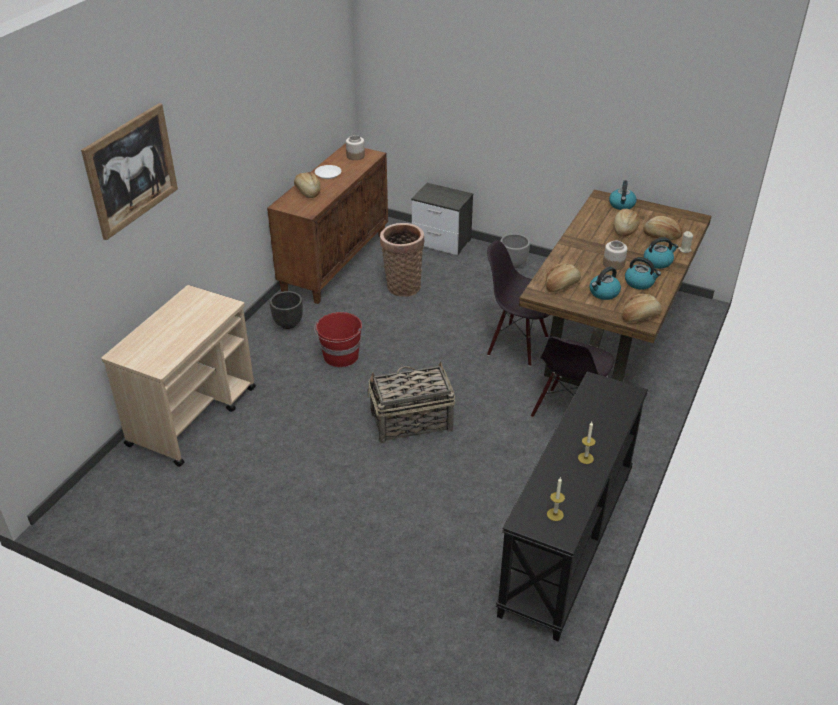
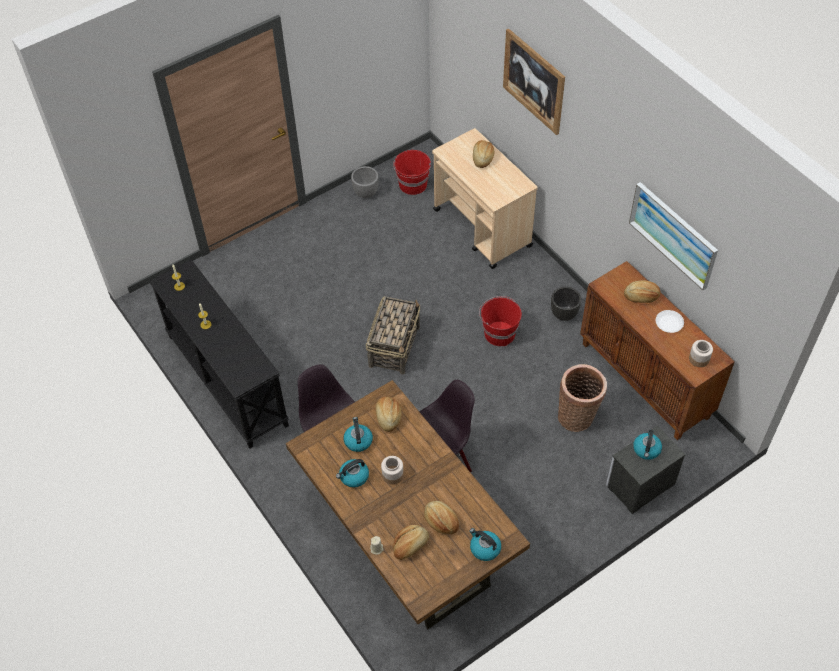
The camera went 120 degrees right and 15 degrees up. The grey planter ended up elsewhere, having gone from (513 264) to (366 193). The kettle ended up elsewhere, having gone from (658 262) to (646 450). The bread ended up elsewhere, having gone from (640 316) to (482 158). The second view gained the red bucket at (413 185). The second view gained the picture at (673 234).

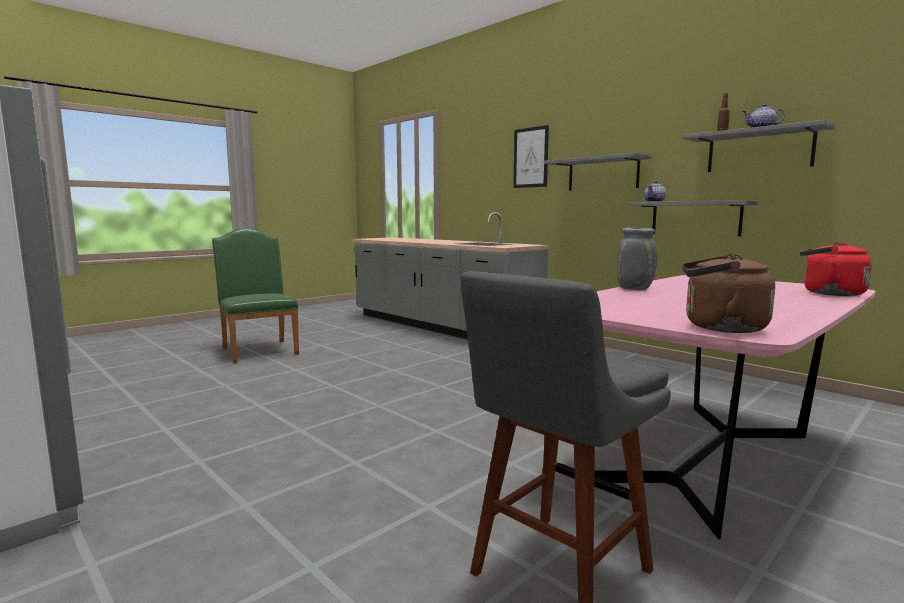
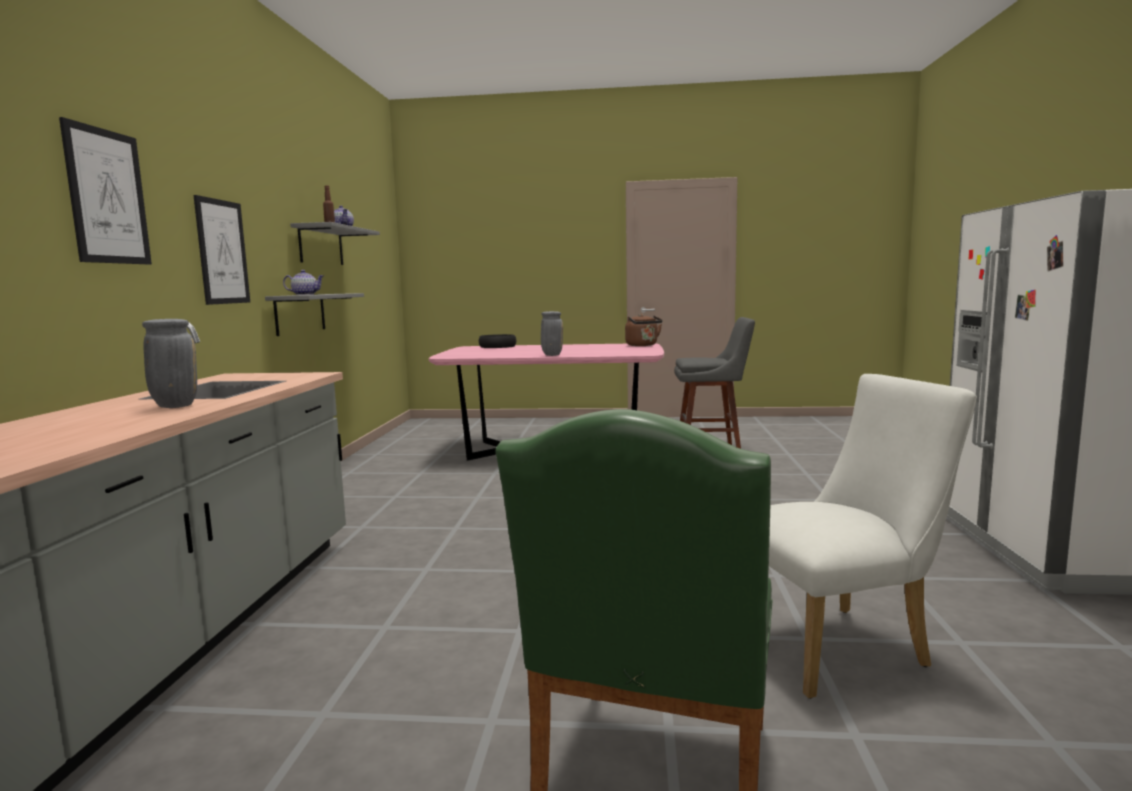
The camera went 130 degrees left and 0 degrees up. Where the grey shelf hung at (603 174), the picture came to hang at (222 252). Where the red kettle stood at (829 293), the black bowl came to stand at (497 346). The second view gained the grey vase at (174 406). The second view gained the white chair at (839 646).

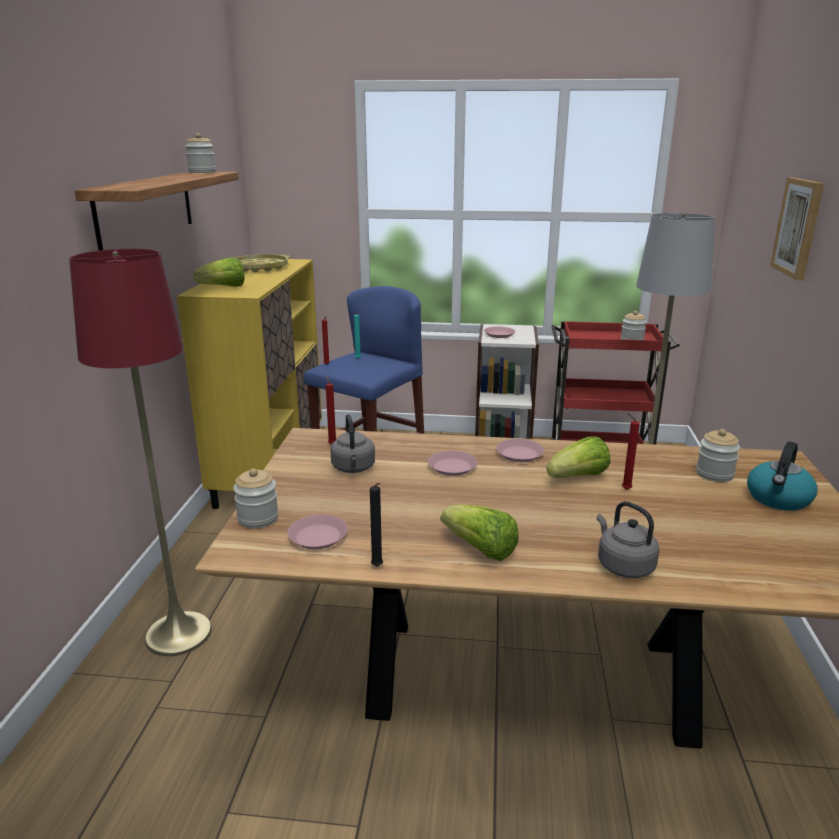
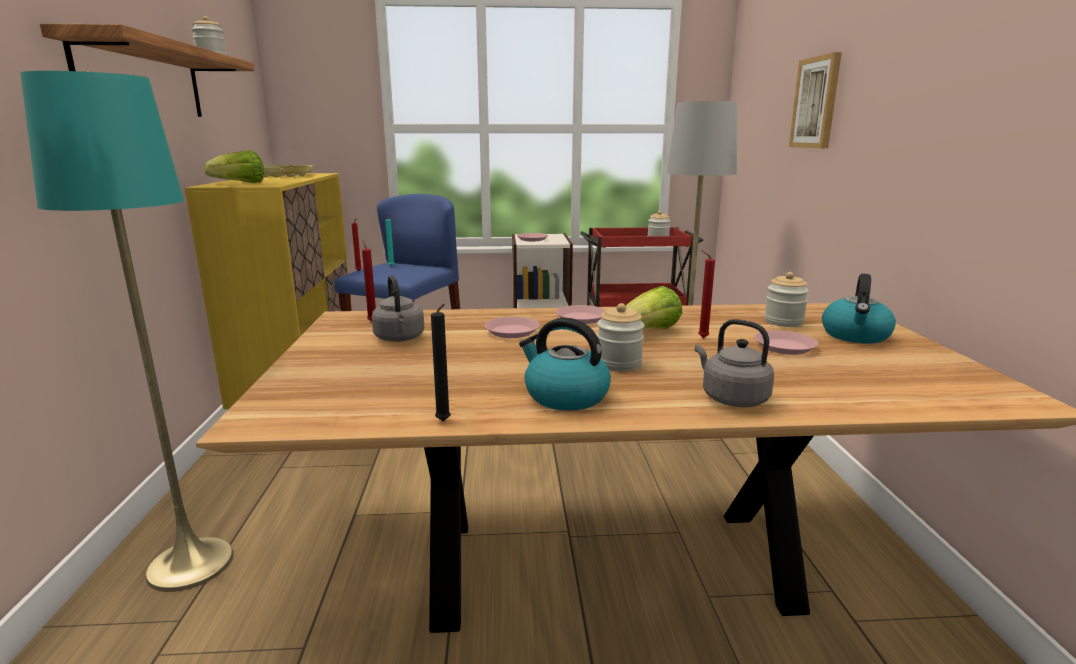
The camera went 10 degrees left and 5 degrees down. What was the red floor lamp at (178 633) turned into the turquoise floor lamp at (190 564). The jar ended up elsewhere, having gone from (258 518) to (618 364). Where the lettuce stood at (480 549), the kettle came to stand at (565 396). The pink plate ended up elsewhere, having gone from (317 537) to (784 347).

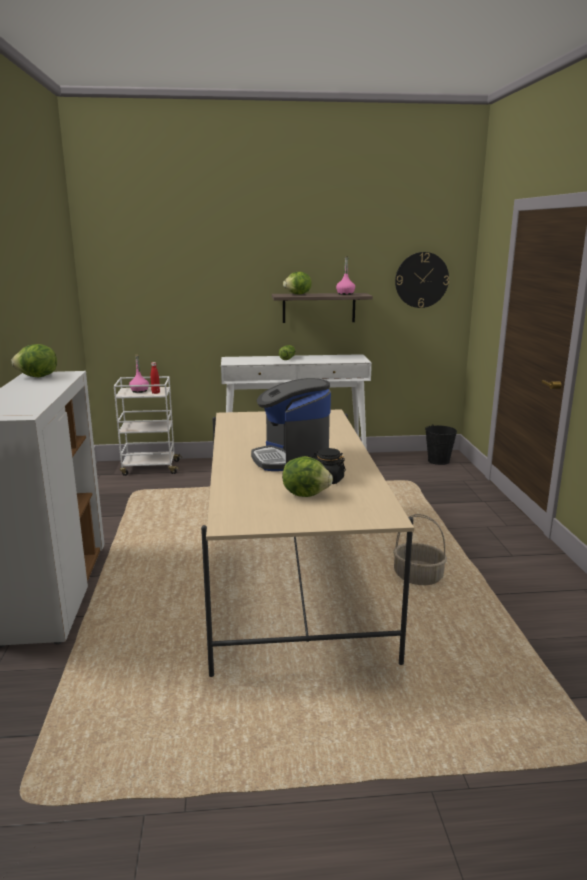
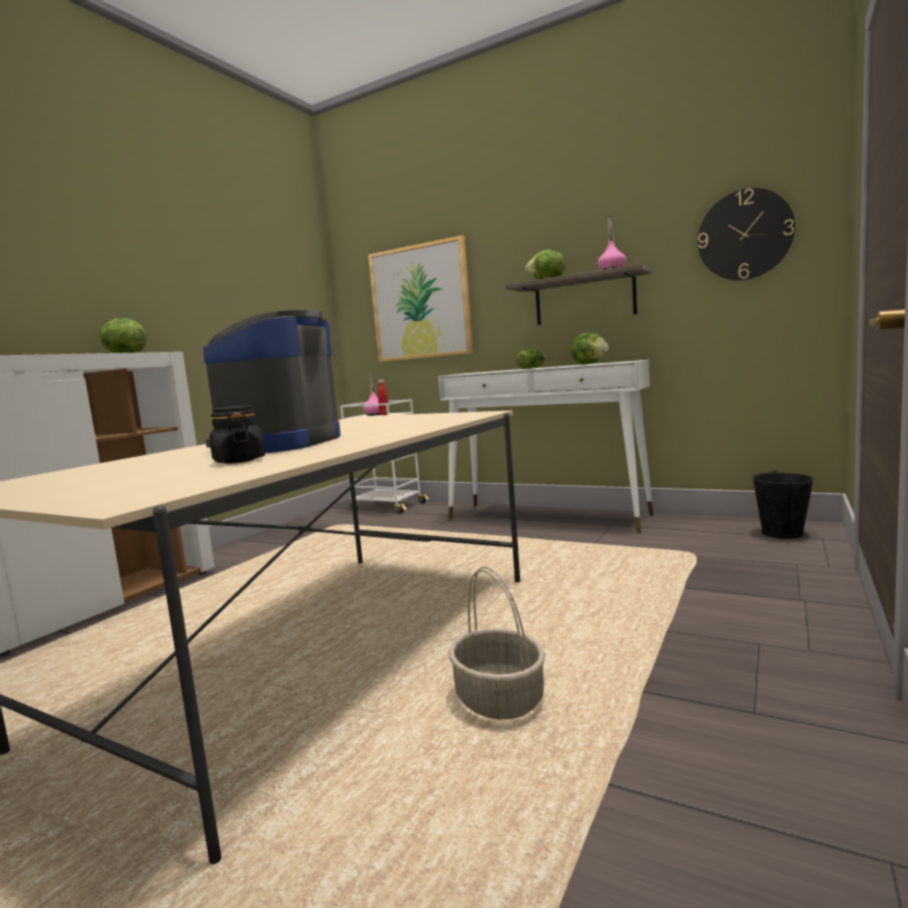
The camera went 35 degrees right and 10 degrees down. The lettuce ended up elsewhere, having gone from (306 494) to (590 364). The second view gained the picture at (420 302).

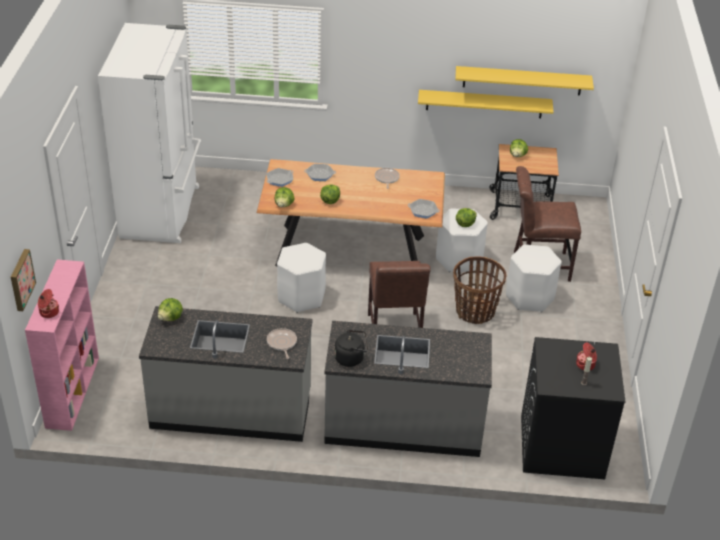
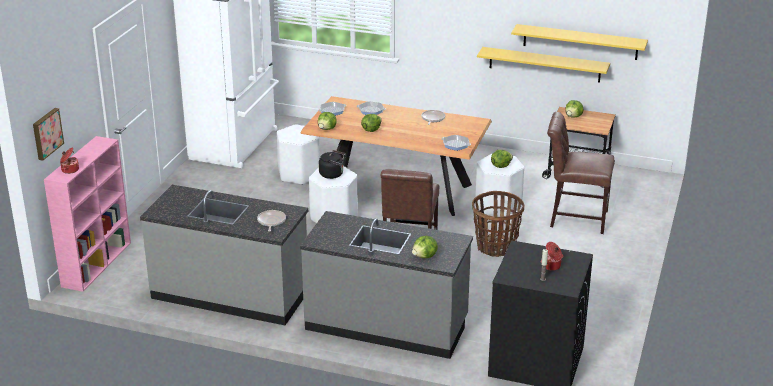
The camera went 15 degrees right and 10 degrees down. The white stool ended up elsewhere, having gone from (529 297) to (299 174). The lettuce ended up elsewhere, having gone from (171 318) to (425 256). The black kettle ended up elsewhere, having gone from (351 358) to (333 174).

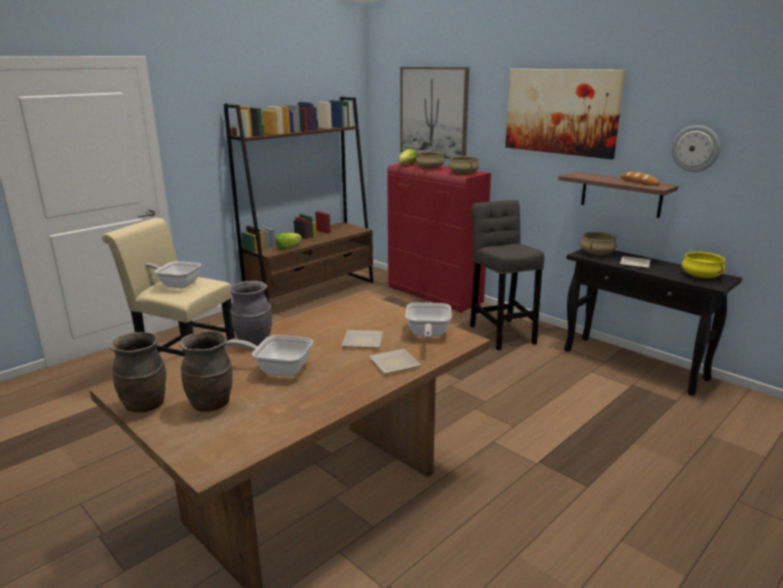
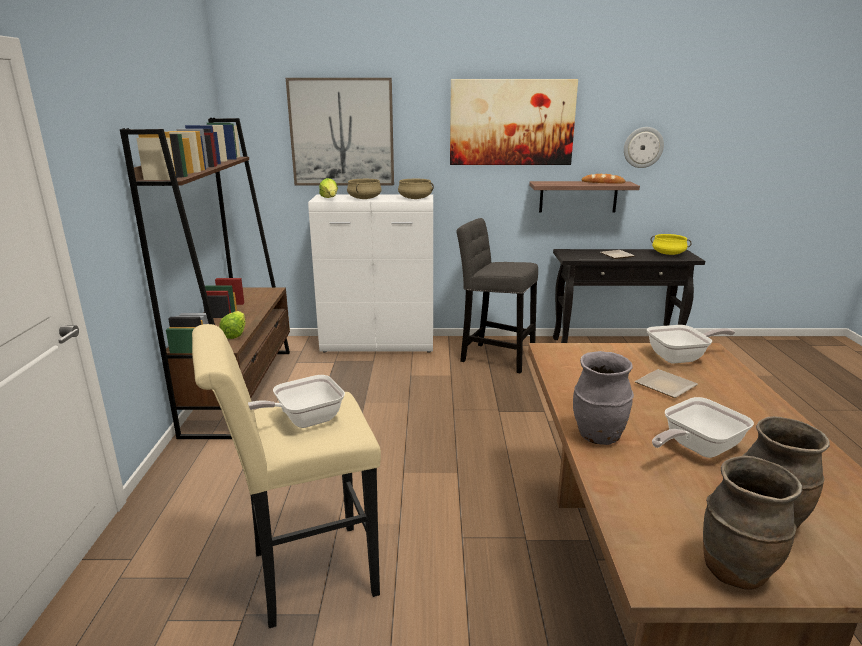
The camera went 45 degrees left and 0 degrees up. What was the red cabinet at (435 296) turned into the white cabinet at (379 345). The second view lost the beige cooking pot at (597 253). The frying pan at (427 335) ended up facing another way, 60 degrees counterclockwise from before. The second view lost the plate at (395 363).

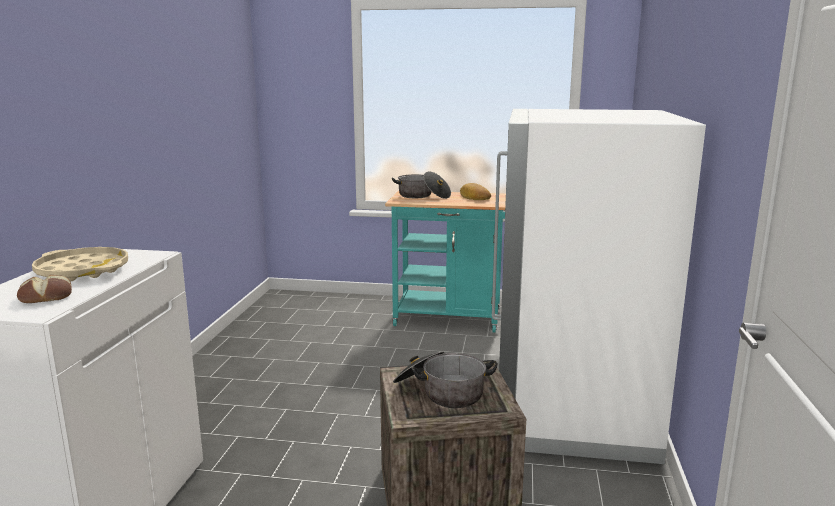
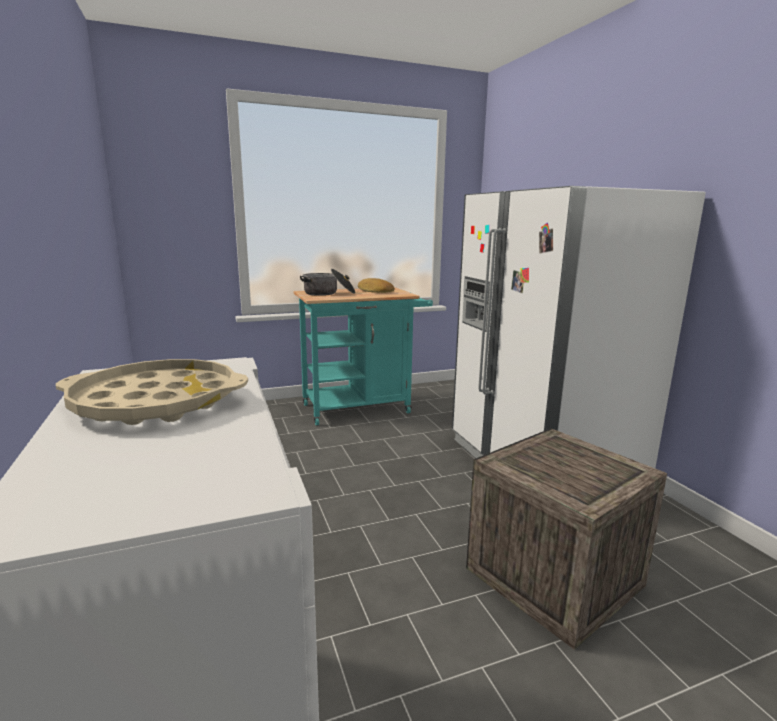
The camera went 30 degrees left and 0 degrees up. The second view lost the bread at (46 296). The second view lost the cooking pot at (441 392).

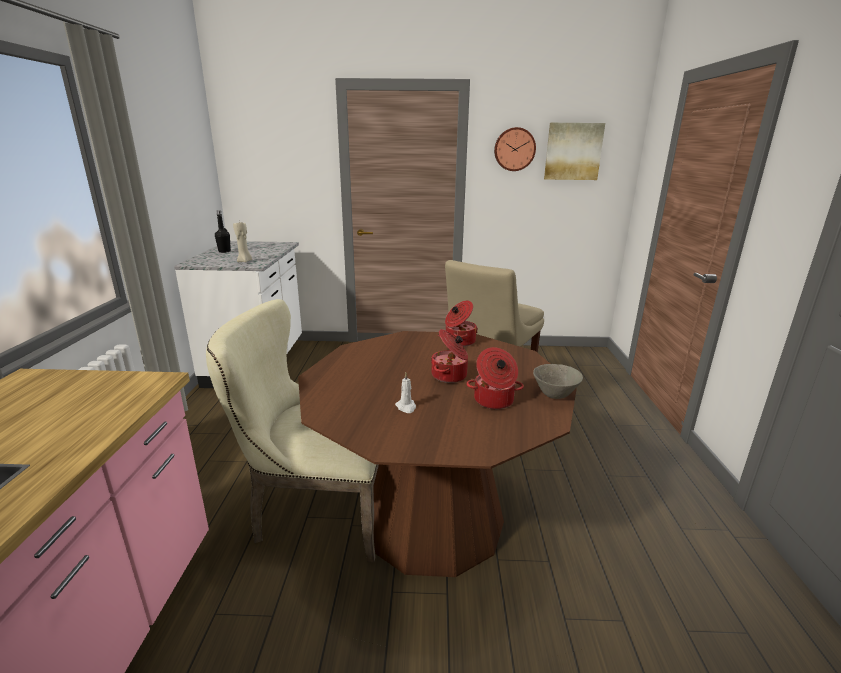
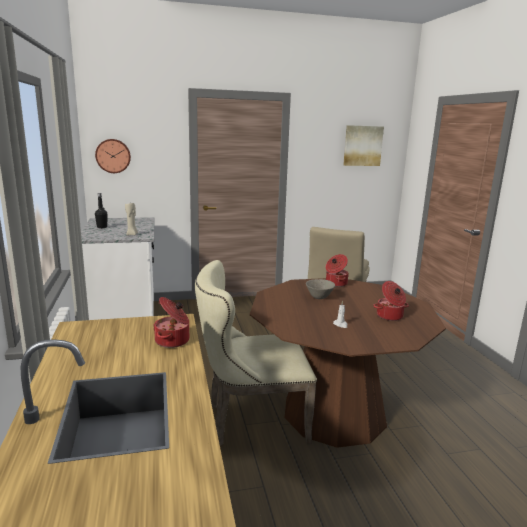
The camera went 15 degrees left and 5 degrees down. The wall clock ended up elsewhere, having gone from (514 149) to (113 156). The cooking pot ended up elsewhere, having gone from (450 376) to (173 341). The grey bowl ended up elsewhere, having gone from (554 395) to (319 298).

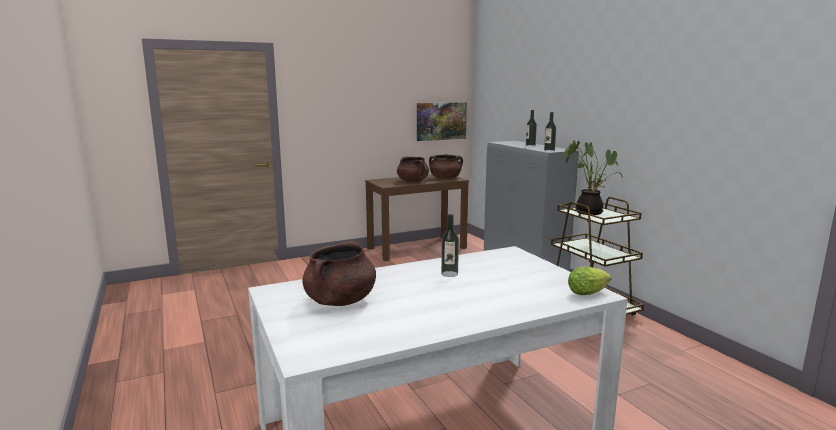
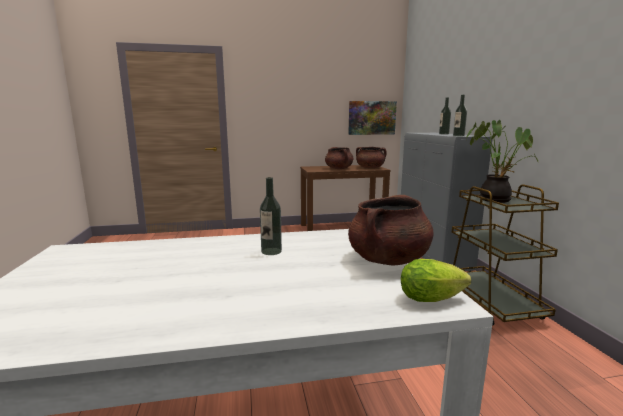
The camera went 15 degrees right and 0 degrees up. The brown cooking pot ended up elsewhere, having gone from (340 301) to (388 260).

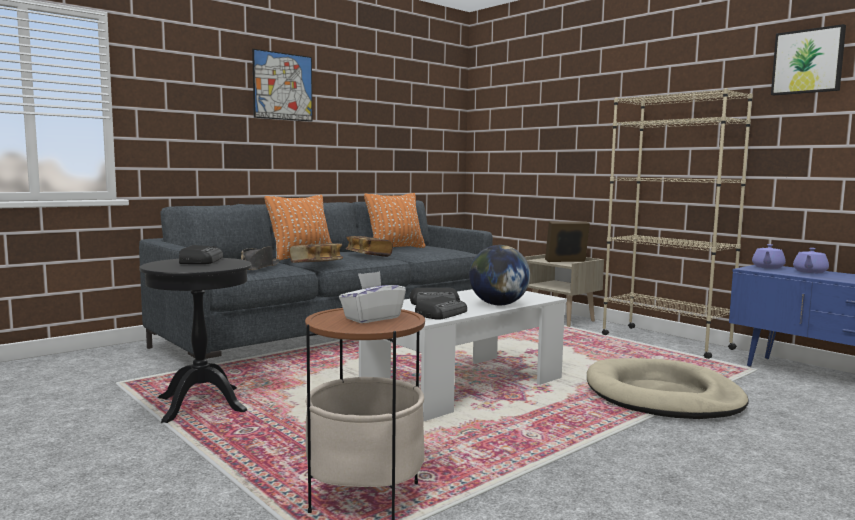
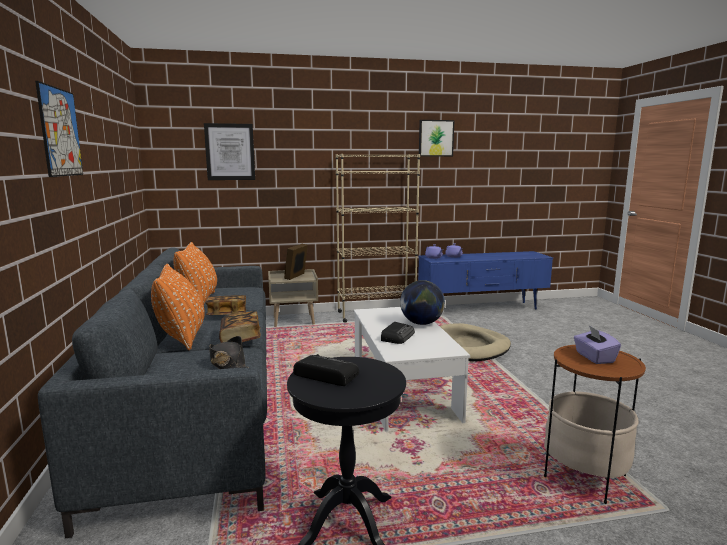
The camera went 60 degrees left and 5 degrees up. What was the white tissue box at (372 318) turned into the purple tissue box at (594 357). The second view lost the radio at (441 313). The second view gained the picture at (230 152).

